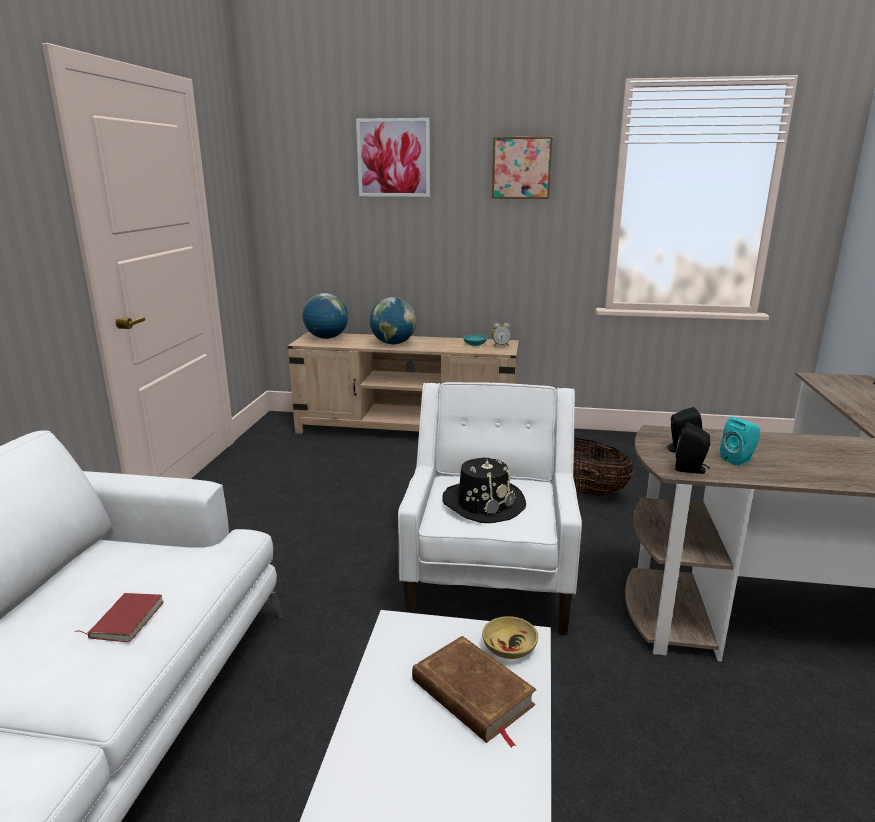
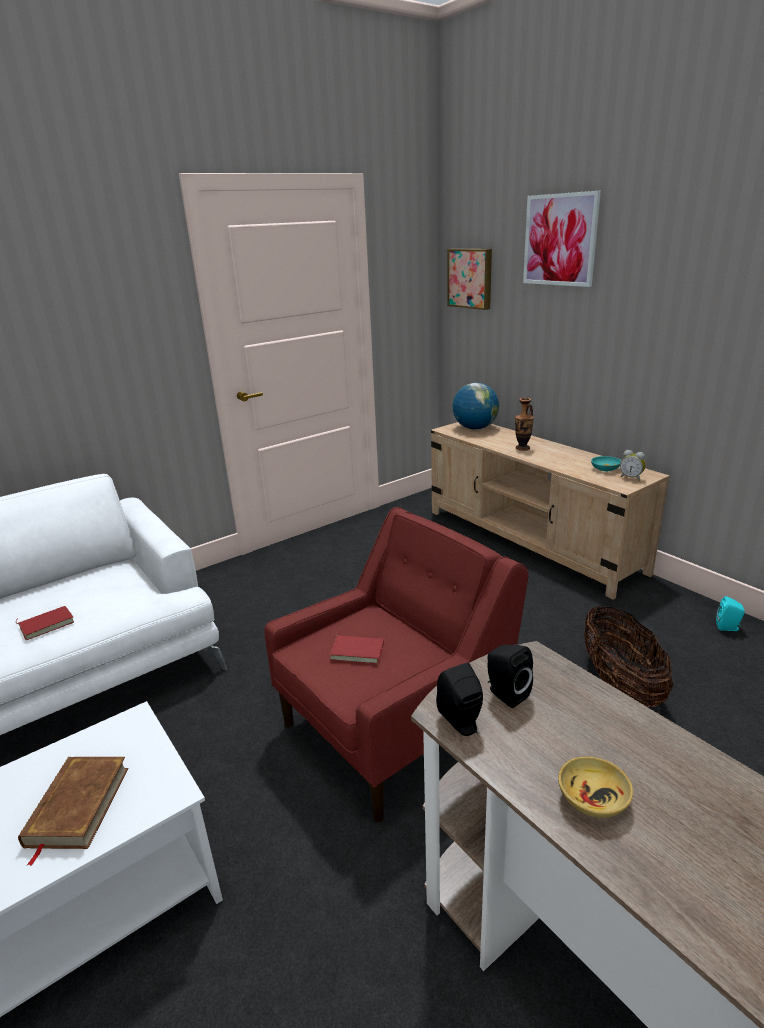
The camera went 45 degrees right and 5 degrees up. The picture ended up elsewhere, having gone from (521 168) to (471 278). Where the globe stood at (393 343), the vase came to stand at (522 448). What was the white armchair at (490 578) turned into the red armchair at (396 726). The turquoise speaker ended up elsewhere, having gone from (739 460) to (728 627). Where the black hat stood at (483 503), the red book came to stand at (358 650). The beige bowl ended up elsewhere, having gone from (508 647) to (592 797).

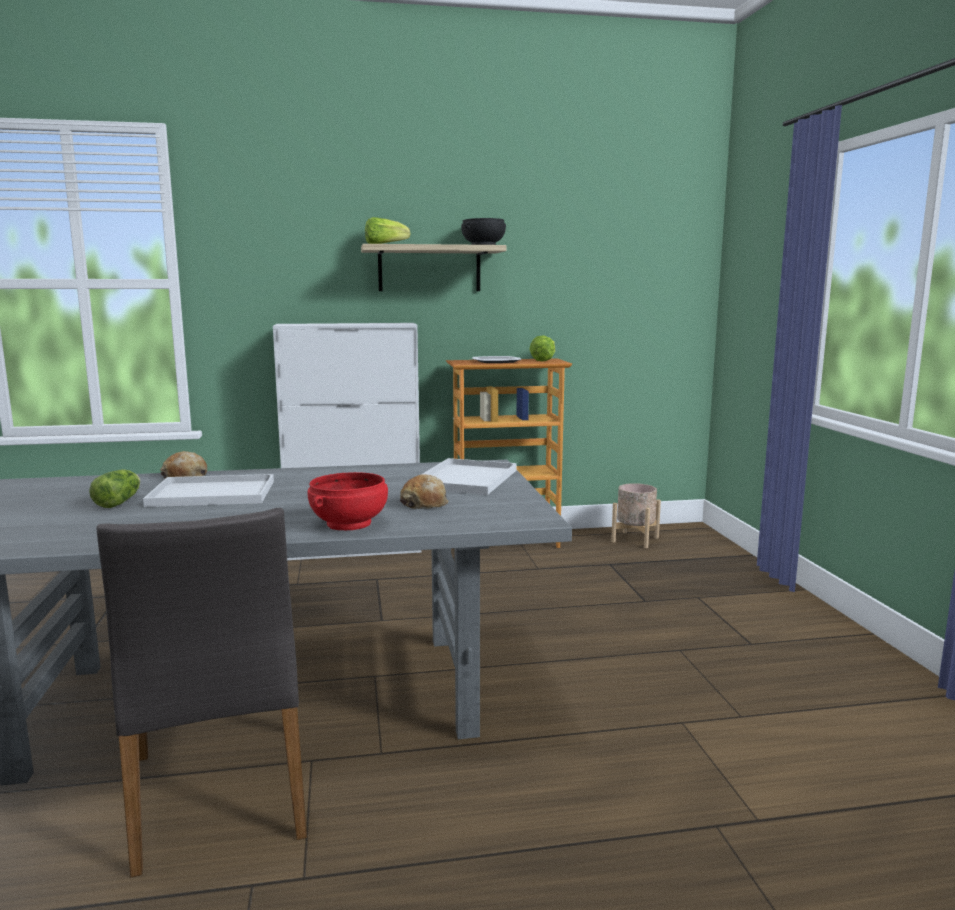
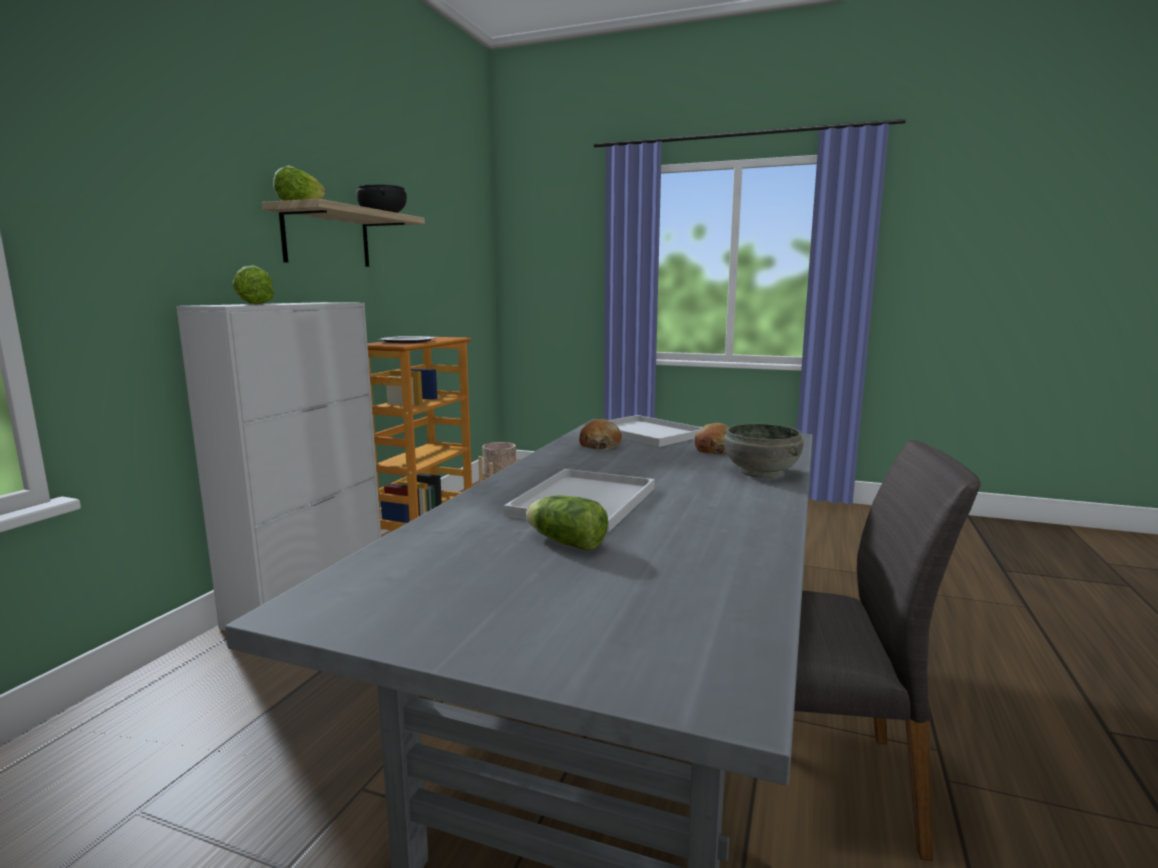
The camera went 60 degrees left and 0 degrees up. The lettuce ended up elsewhere, having gone from (544 360) to (251 304). The bread ended up elsewhere, having gone from (185 477) to (600 445). What was the red bowl at (349 524) turned into the grey bowl at (762 472).

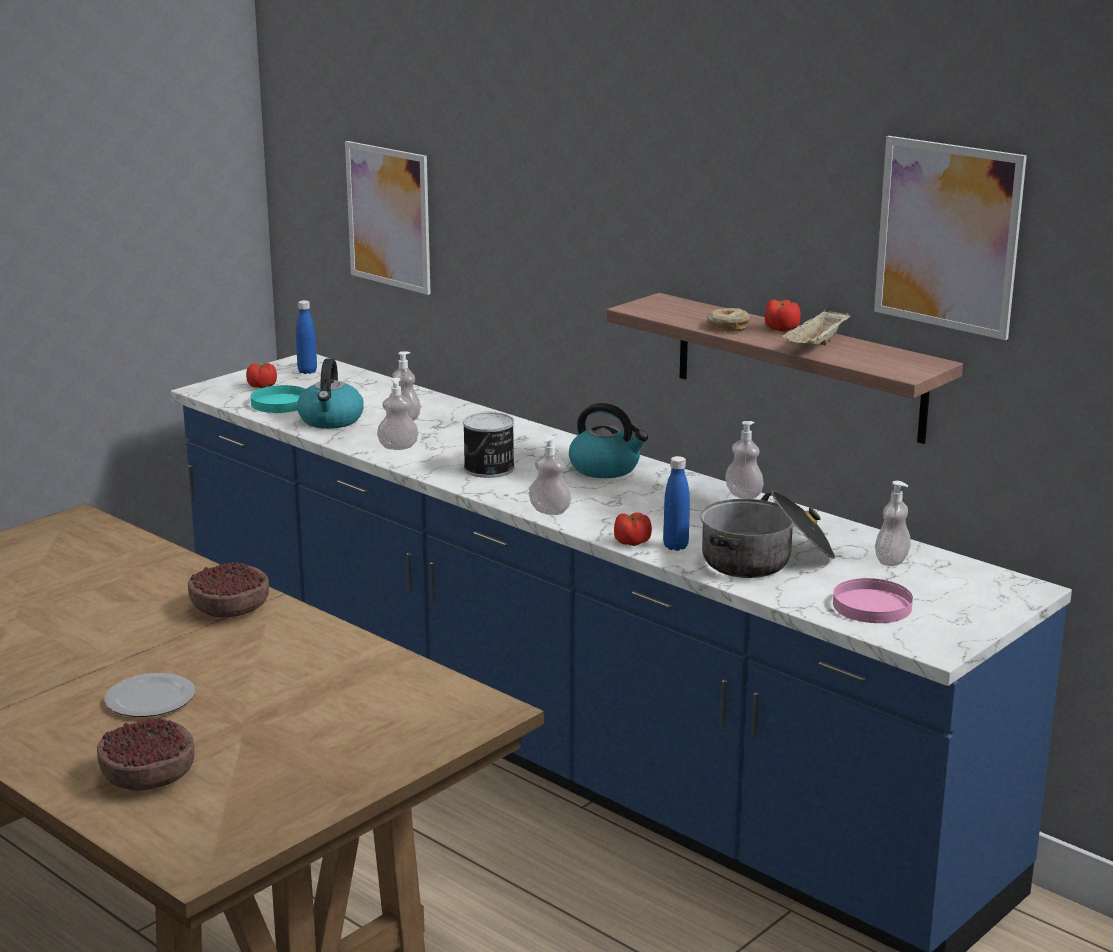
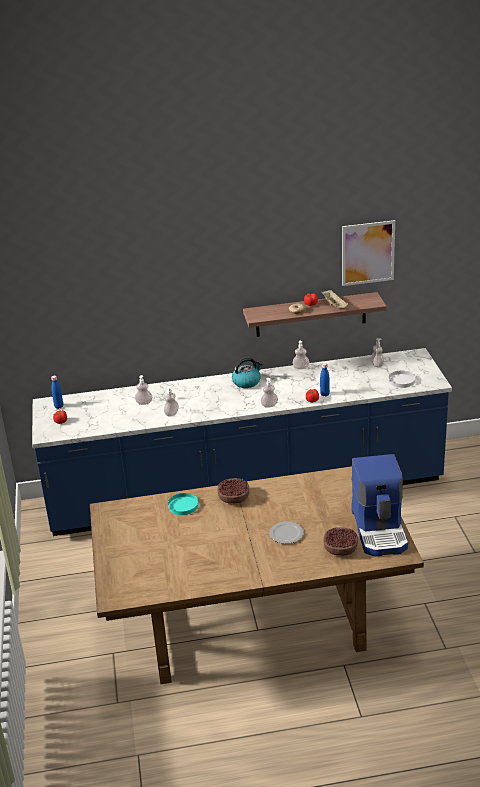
The camera went 50 degrees left and 10 degrees up. The second view lost the picture at (388 217). The second view lost the kettle at (331 420). The turquoise plate ended up elsewhere, having gone from (280 403) to (183 505). The second view lost the can at (489 469). The second view lost the cooking pot at (766 560). What was the pink plate at (871 606) turned into the white plate at (402 381). The second view gained the coffee machine at (380 530).

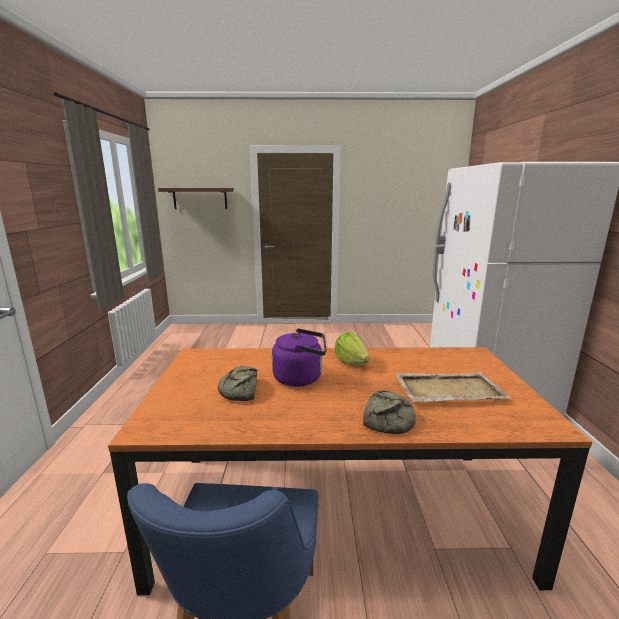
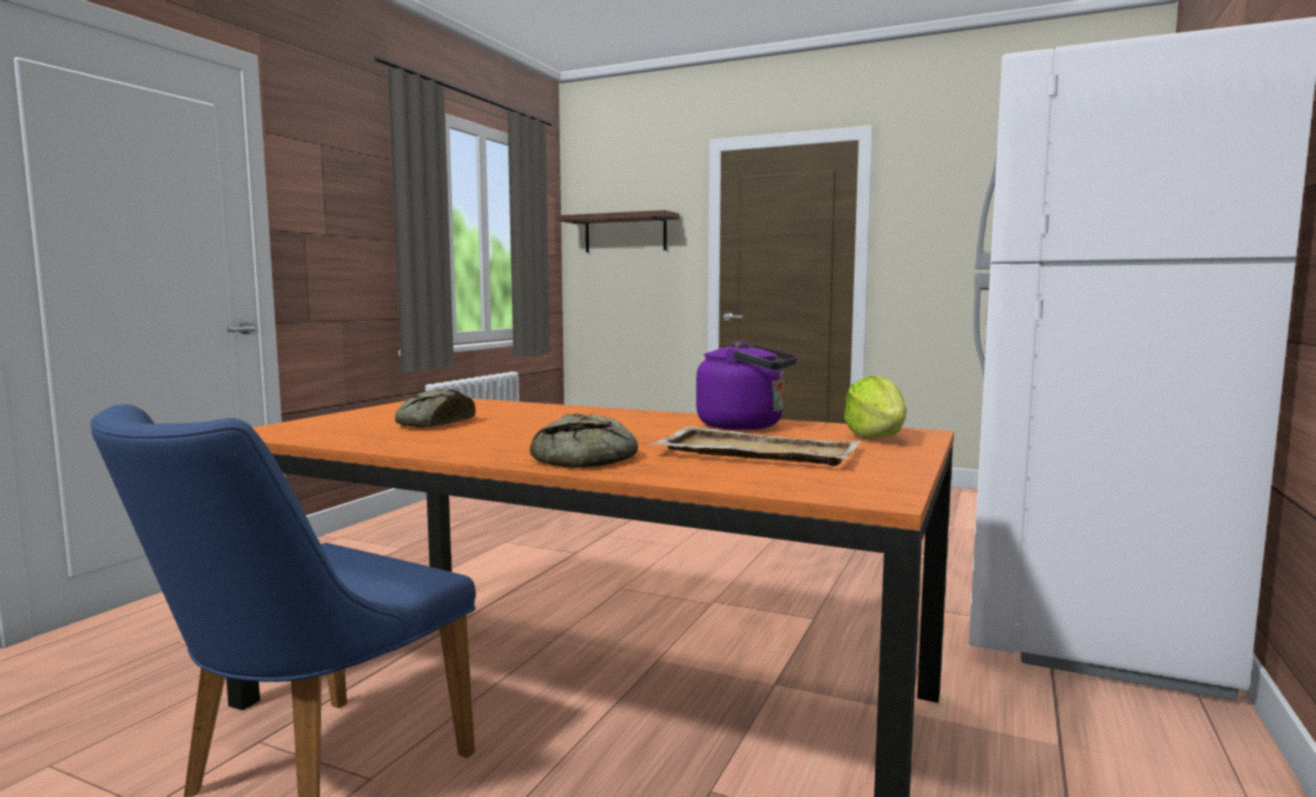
The camera went 25 degrees right and 10 degrees down. The purple kettle ended up elsewhere, having gone from (301 378) to (746 426). The lettuce ended up elsewhere, having gone from (351 362) to (876 437).

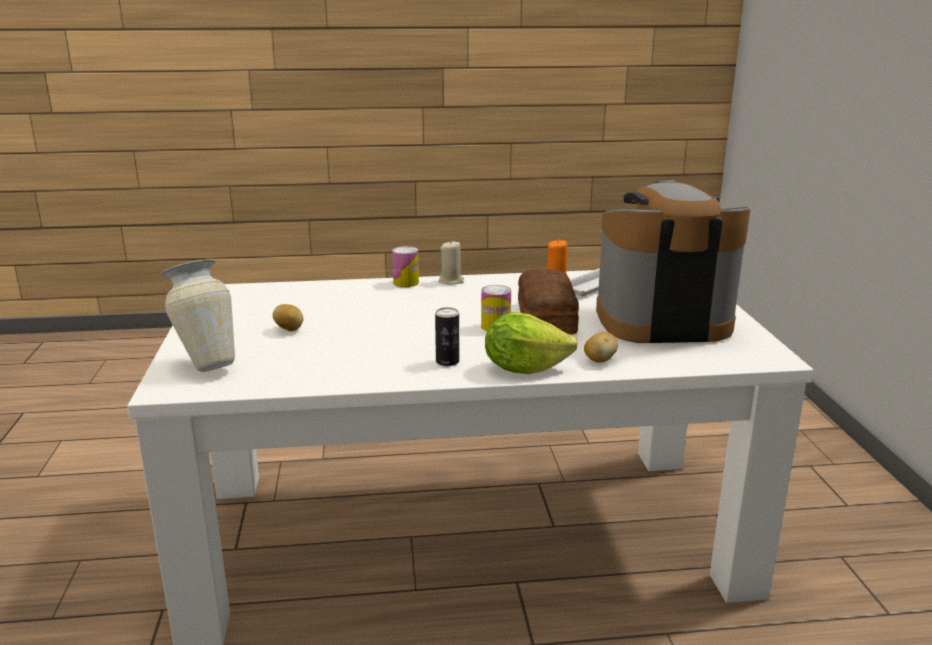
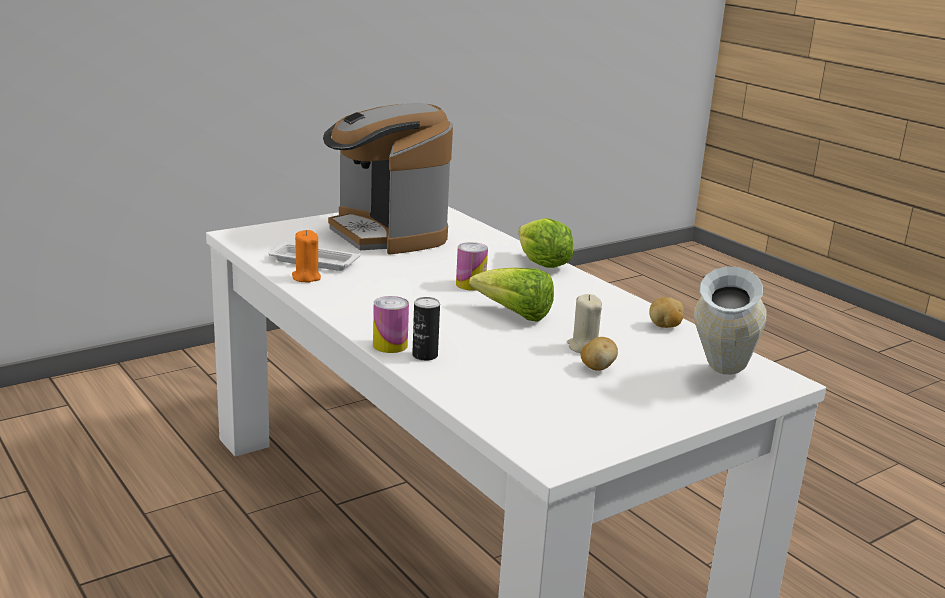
The camera went 120 degrees left and 0 degrees up. The beige candle ended up elsewhere, having gone from (451 281) to (583 347). The second view lost the bread at (544 318). The can ended up elsewhere, having gone from (447 361) to (425 355). The potato ended up elsewhere, having gone from (600 360) to (665 326). The second view gained the lettuce at (515 315).

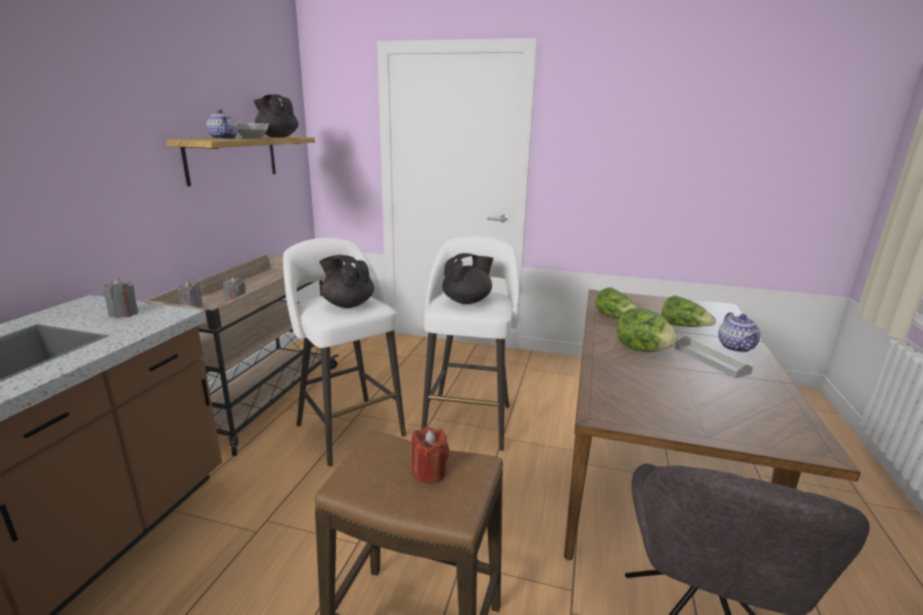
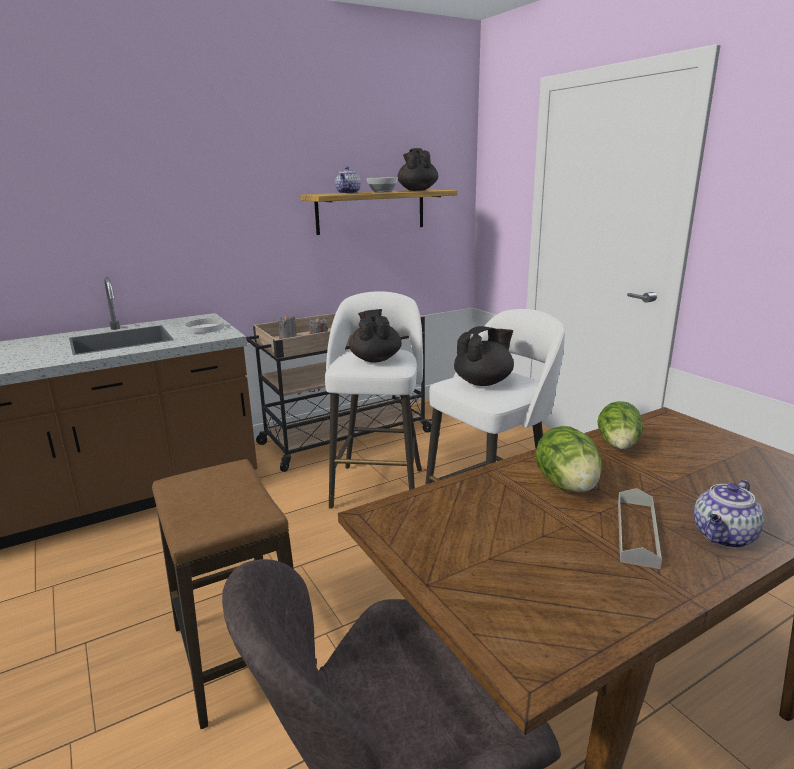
The camera went 45 degrees right and 0 degrees up. The black teapot at (467 301) ended up facing another way, 45 degrees counterclockwise from before. Where the grey candle stood at (123 313), the white plate came to stand at (205 328). The second view lost the lettuce at (683 326). The second view lost the red candle at (429 472).

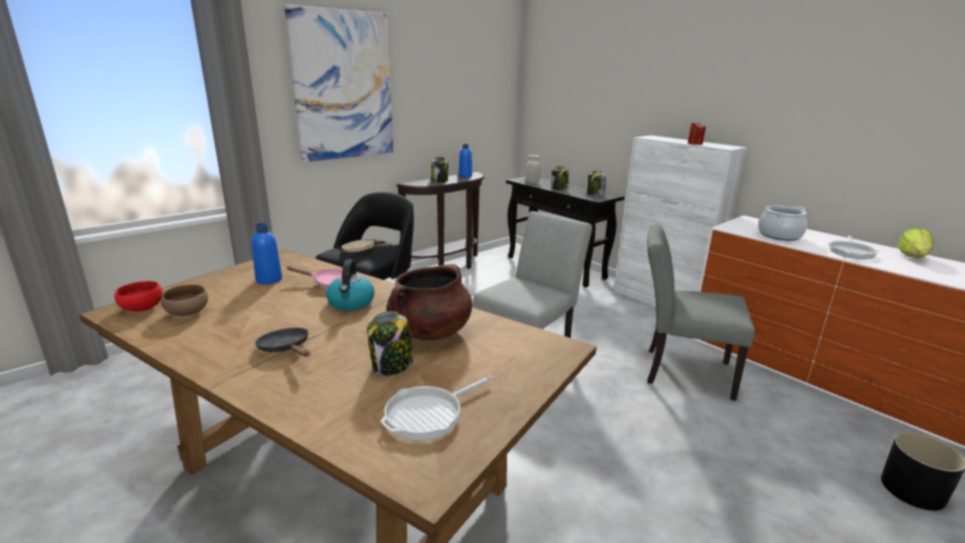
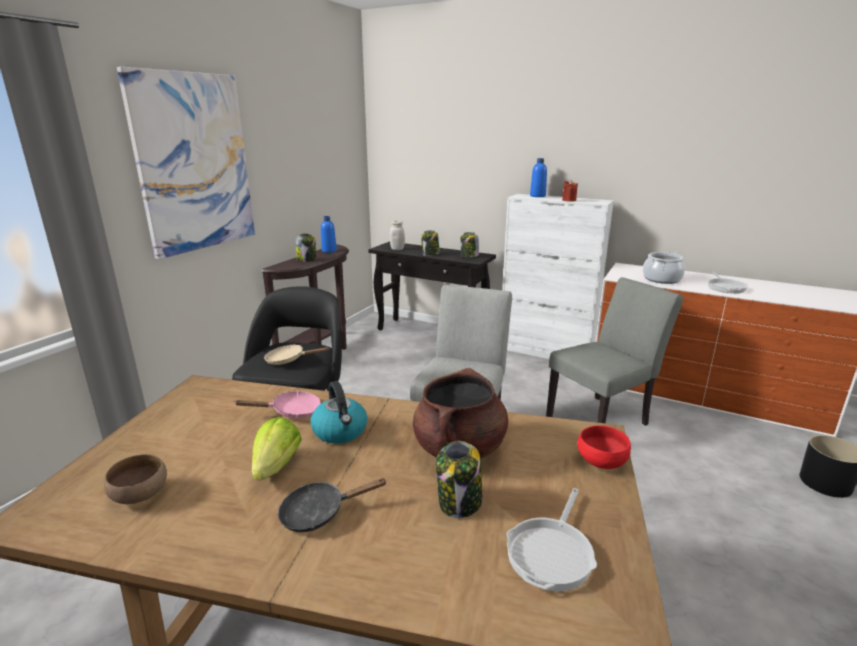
The camera went 20 degrees left and 0 degrees up. The blue bottle ended up elsewhere, having gone from (269 280) to (537 196). The grey chair at (680 371) ended up facing another way, 150 degrees clockwise from before. The lettuce ended up elsewhere, having gone from (913 257) to (276 466). The red bowl ended up elsewhere, having gone from (141 308) to (600 462). The black frying pan at (286 348) ended up facing another way, 45 degrees counterclockwise from before.

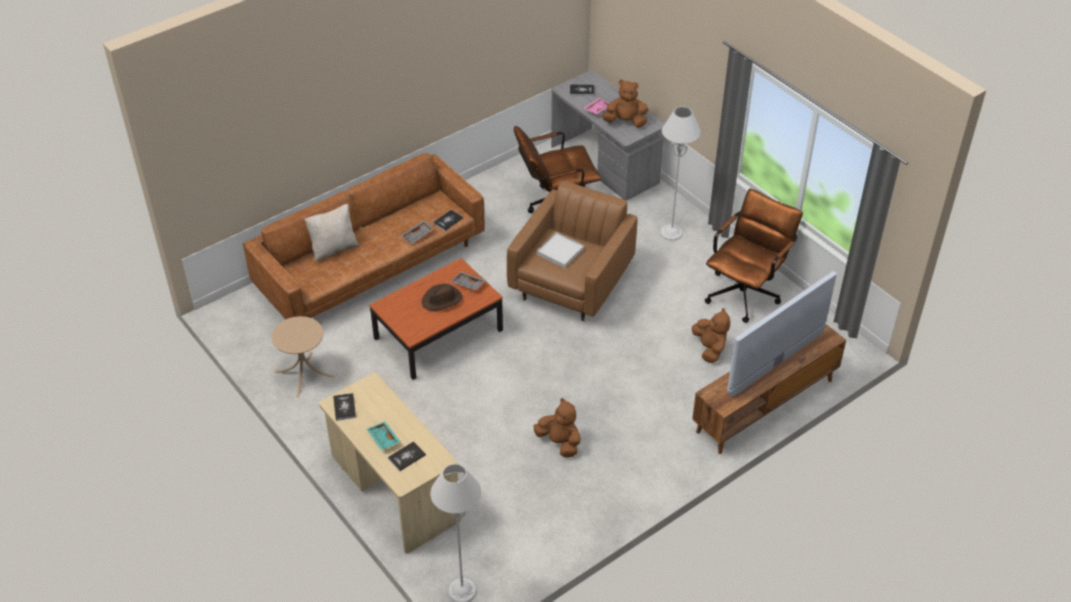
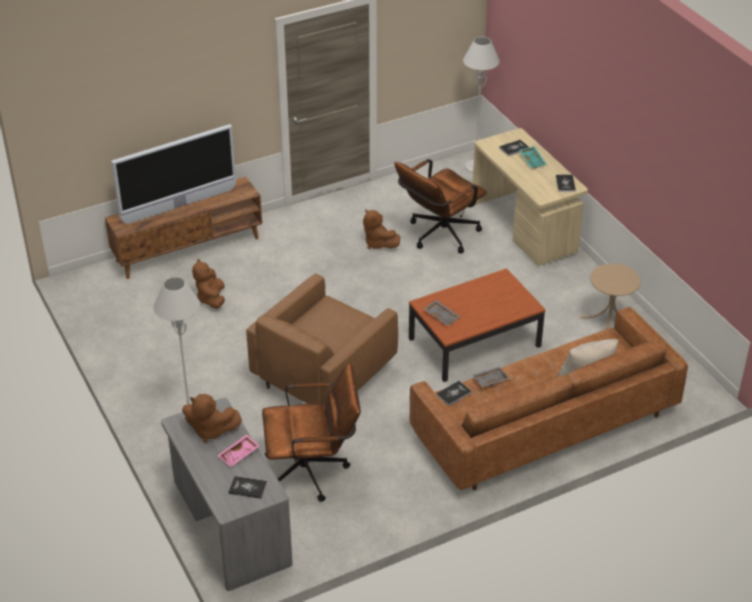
The camera went 170 degrees left and 5 degrees down. The brown office chair ended up elsewhere, having gone from (746 291) to (438 236). The second view lost the white tray at (560 251). The second view lost the brown hat at (442 300).

